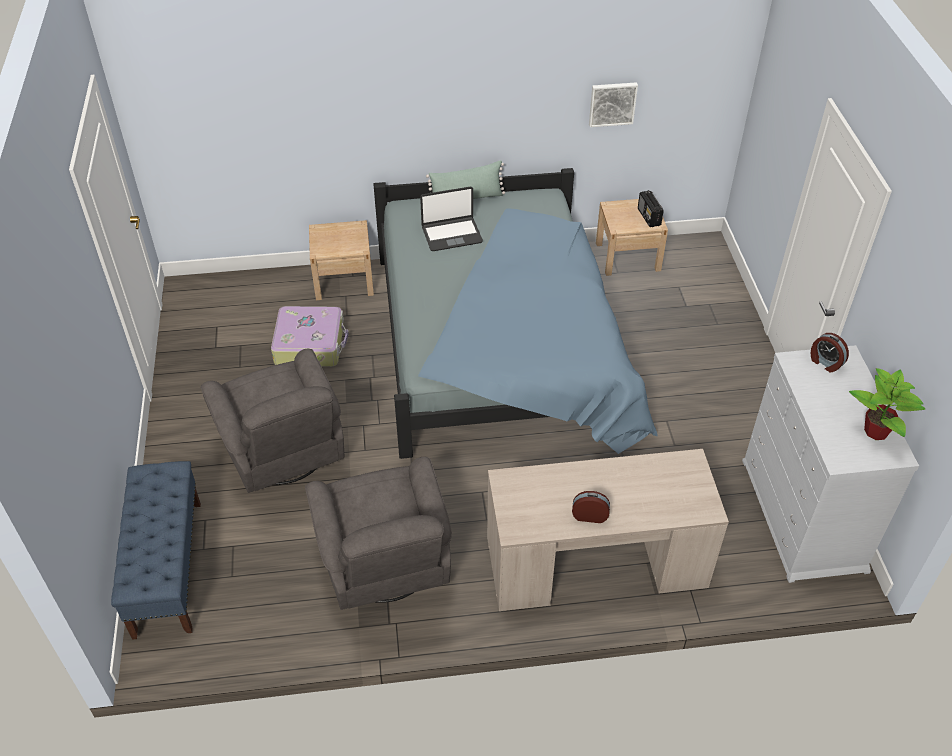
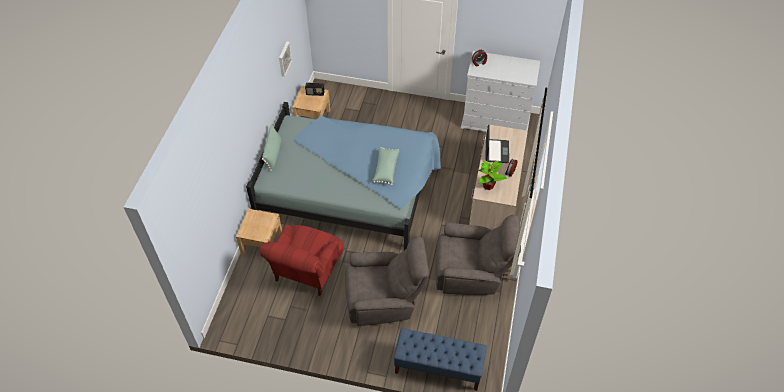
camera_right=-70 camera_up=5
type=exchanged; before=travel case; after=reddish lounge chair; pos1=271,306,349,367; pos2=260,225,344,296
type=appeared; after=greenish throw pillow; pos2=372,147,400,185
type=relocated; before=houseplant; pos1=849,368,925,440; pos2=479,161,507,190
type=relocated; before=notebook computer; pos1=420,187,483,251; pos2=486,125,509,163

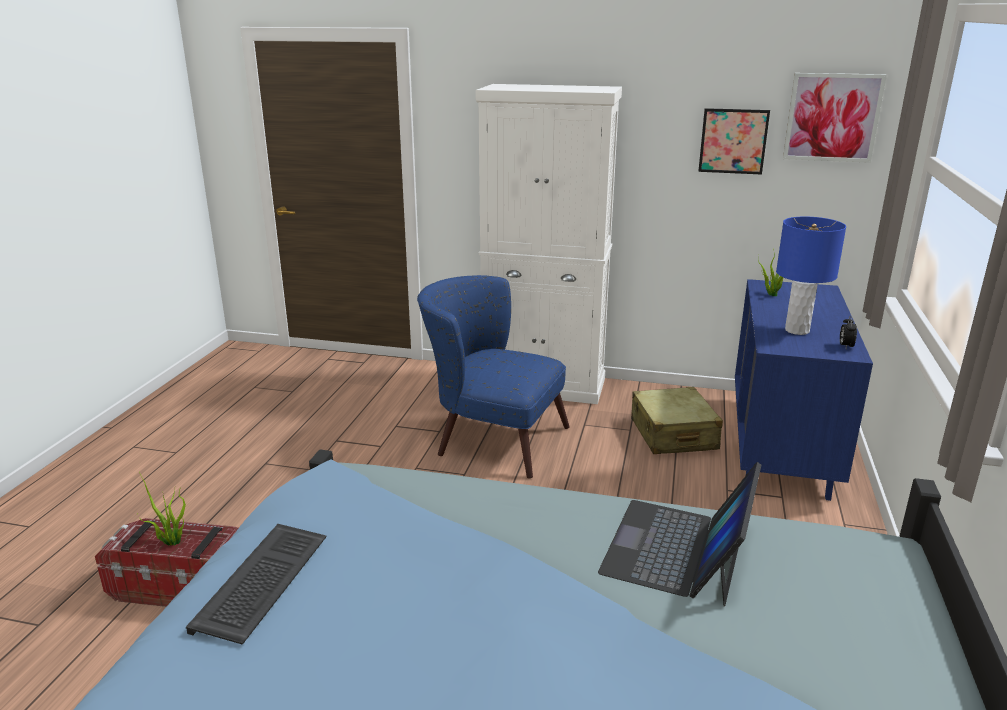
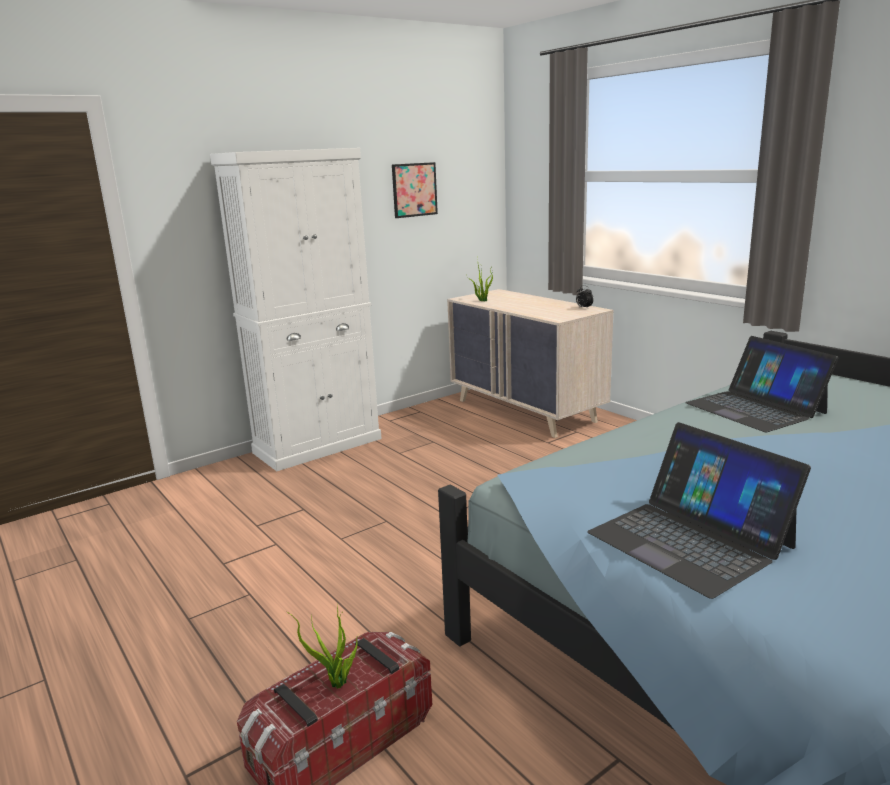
camera_right=-50 camera_up=-5
type=colour; before=blue-coloured dresser; after=beige-coloured dresser; pos1=735,279,873,501; pos2=447,289,614,438
type=exchanged; before=keyboard; after=notebook computer; pos1=186,524,327,645; pos2=587,422,811,599
type=missing; before=blue-coloured lounge chair; pos1=417,275,570,479
type=missing; before=beige-coloured travel case; pos1=631,387,723,454
type=missing; before=blue-coloured table lamp; pos1=776,217,846,335
type=missing; before=wall picture; pos1=783,73,887,163

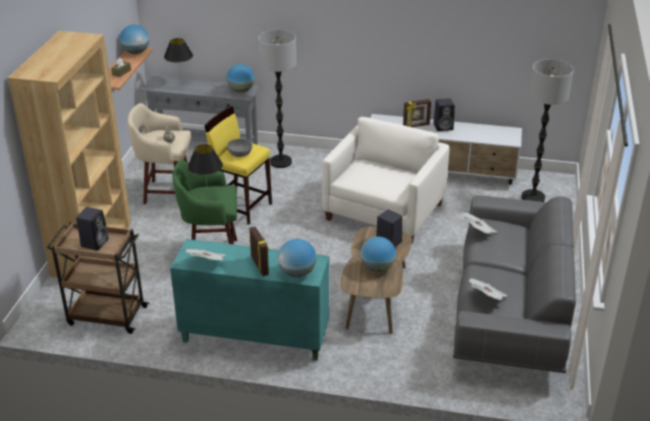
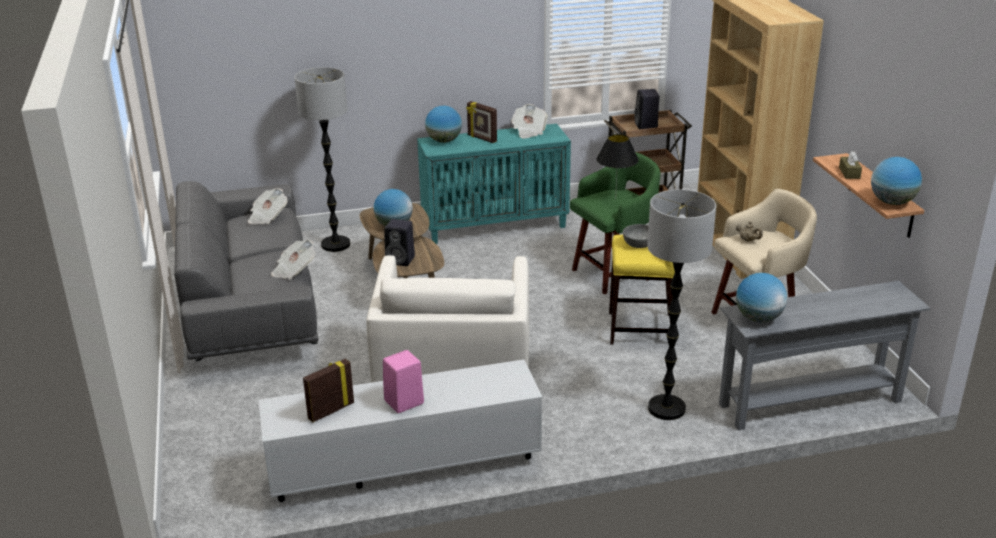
camera_right=155 camera_up=-5
type=relocated; before=standard lamp; pos1=521,59,574,202; pos2=294,67,350,252
type=relocated; before=photo frame; pos1=403,99,431,127; pos2=303,359,354,422
type=colour; before=black-coloured loudspeaker; after=pink-coloured loudspeaker; pos1=434,98,455,131; pos2=383,350,424,413
type=missing; before=black-coloured table lamp; pos1=164,38,193,78

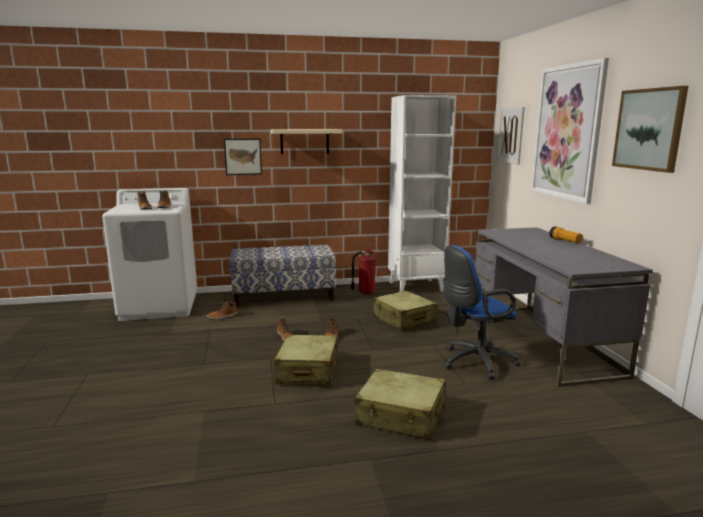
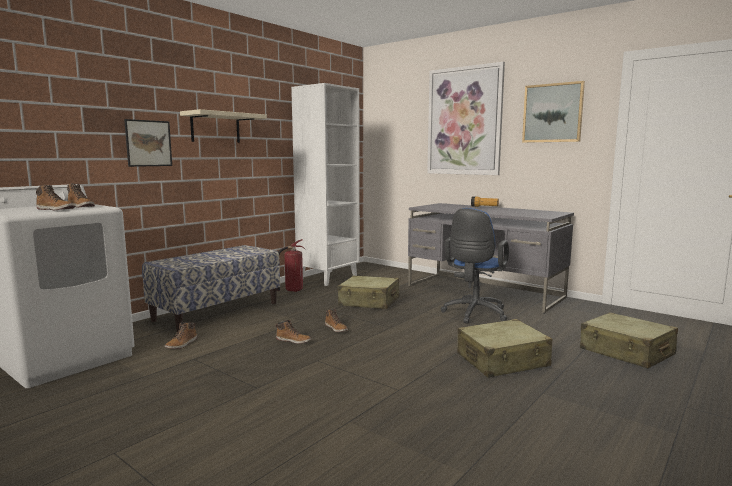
camera_right=-40 camera_up=-5
type=relocated; before=beige-coloured travel case; pos1=274,335,338,386; pos2=580,312,678,368
type=missing; before=wall picture; pos1=497,107,525,164

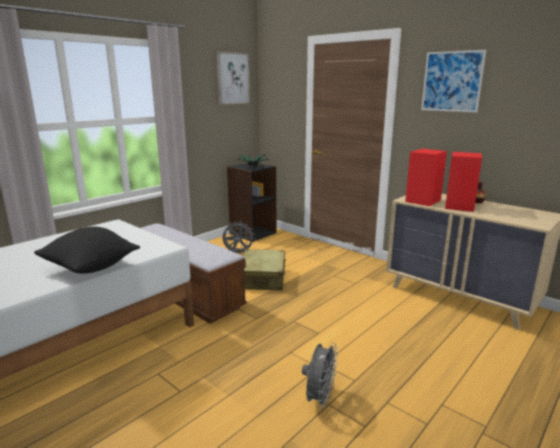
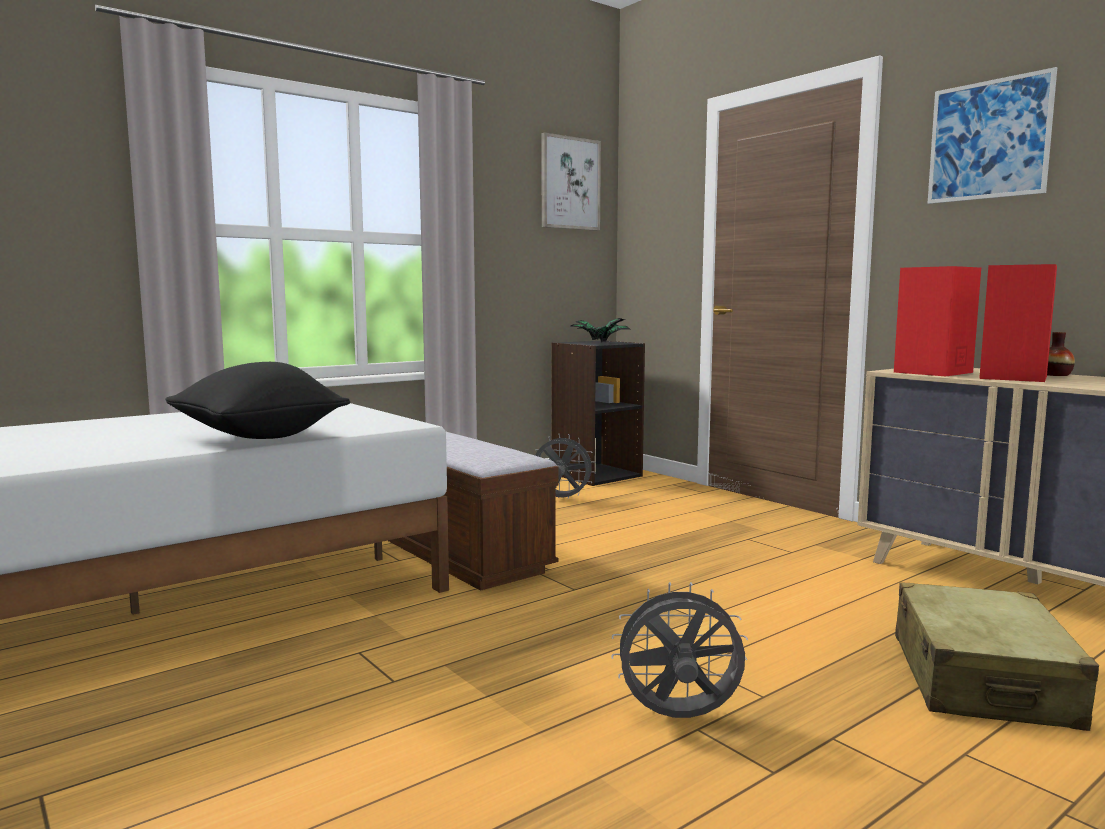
camera_right=10 camera_up=-10
type=spun; before=gray cooling fan; pos1=302,342,338,409; pos2=611,582,748,718; turn=-120
type=relocated; before=beige-coloured travel case; pos1=243,249,286,291; pos2=895,582,1099,731

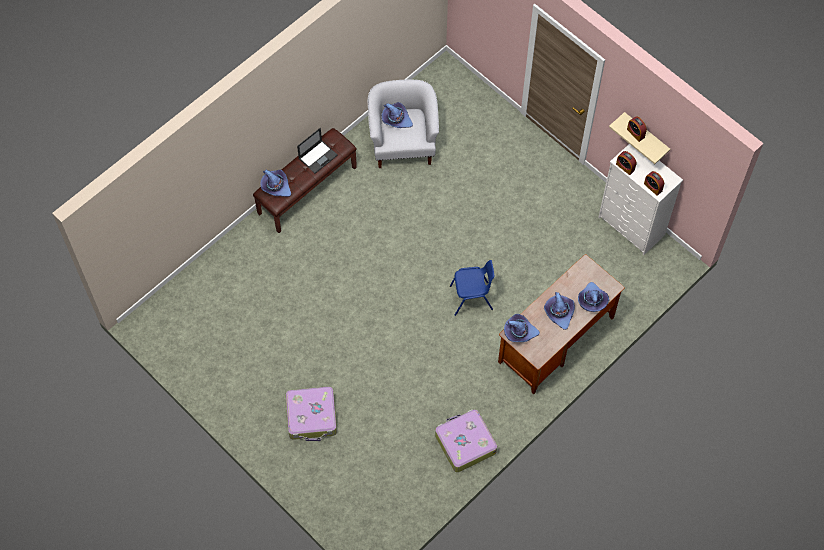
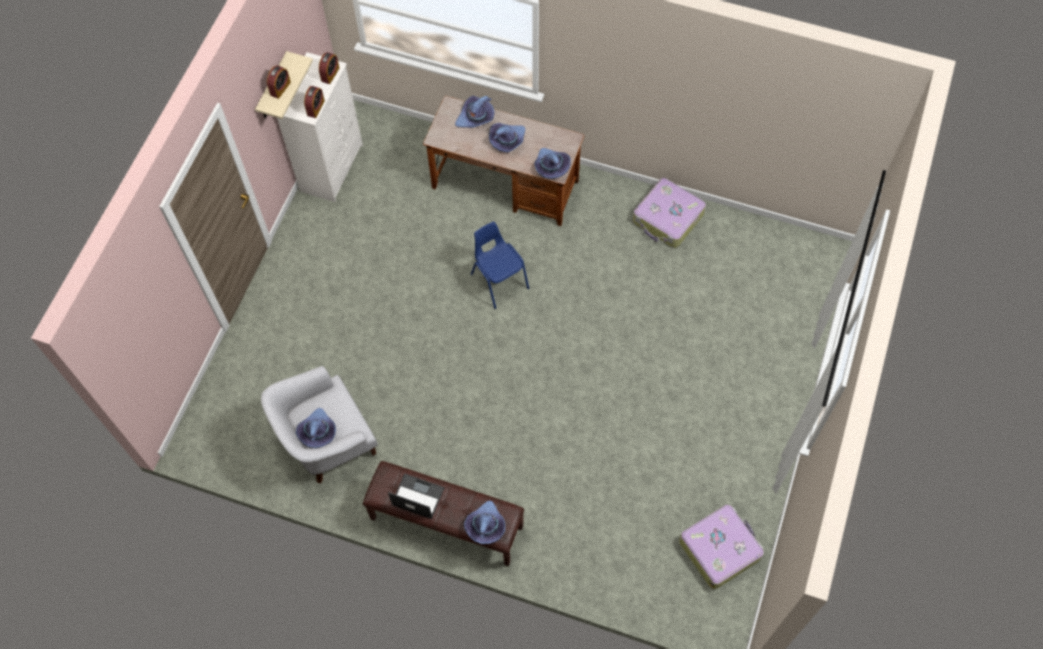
camera_right=-115 camera_up=0
type=relocated; before=travel case; pos1=286,387,337,441; pos2=679,505,764,589

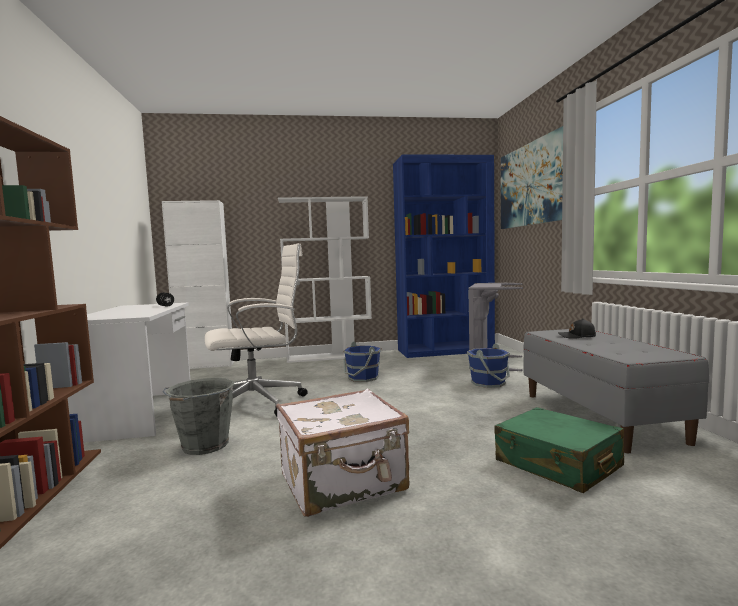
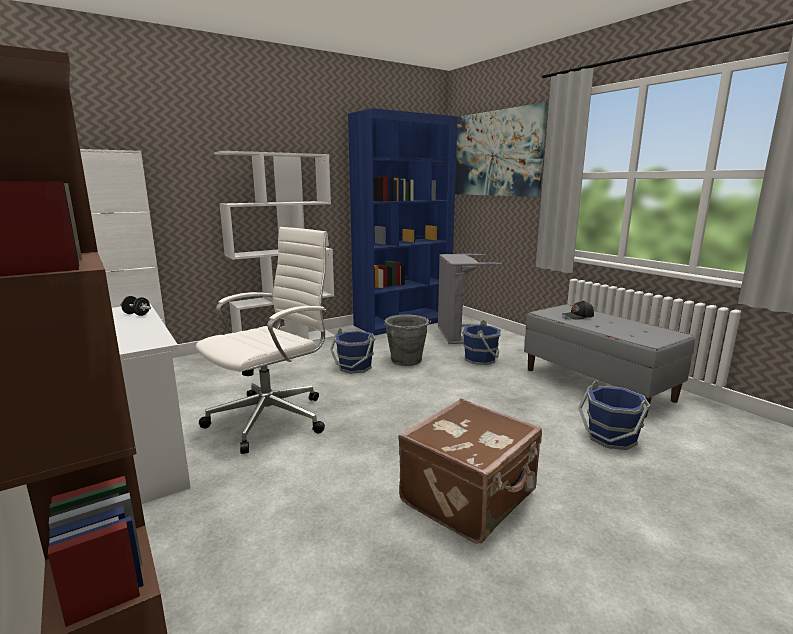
camera_right=-25 camera_up=10
type=relocated; before=gray water bucket; pos1=163,378,234,455; pos2=384,314,431,366
type=colour; before=whitish travel case; after=brown-coloured travel case; pos1=276,389,410,517; pos2=398,398,542,543
type=exchanged; before=greenish travel case; after=blue-coloured water bucket; pos1=494,407,624,493; pos2=578,381,650,450

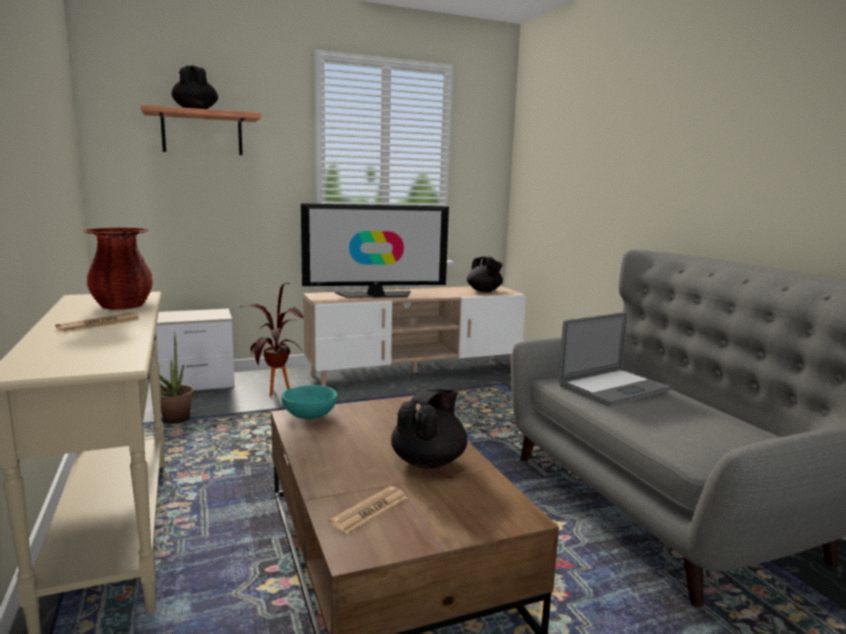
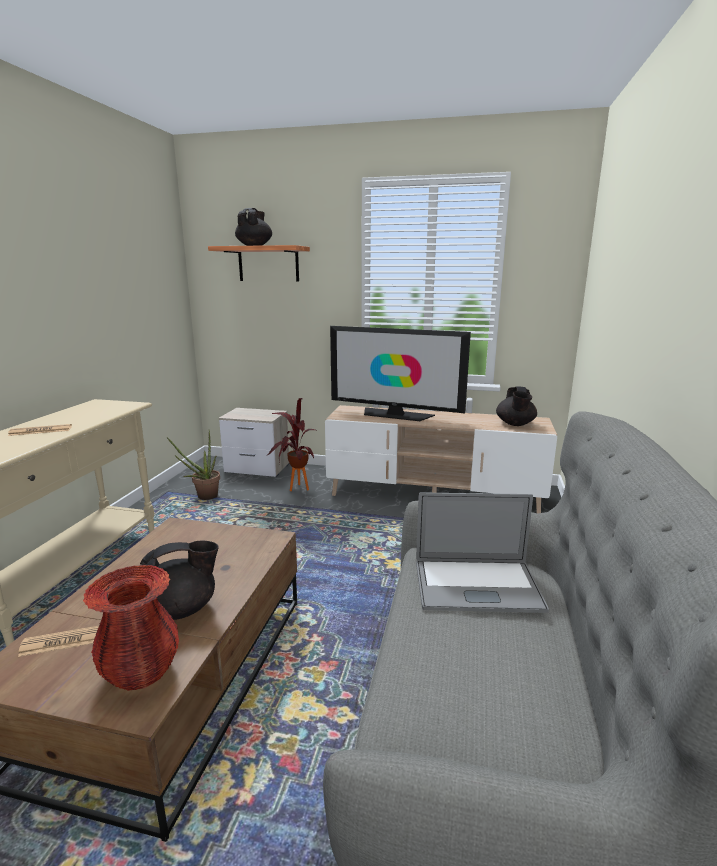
camera_right=35 camera_up=5
type=relocated; before=reddish vase; pos1=84,228,153,310; pos2=83,565,179,691
type=missing; before=blue-green bowl; pos1=282,385,338,419

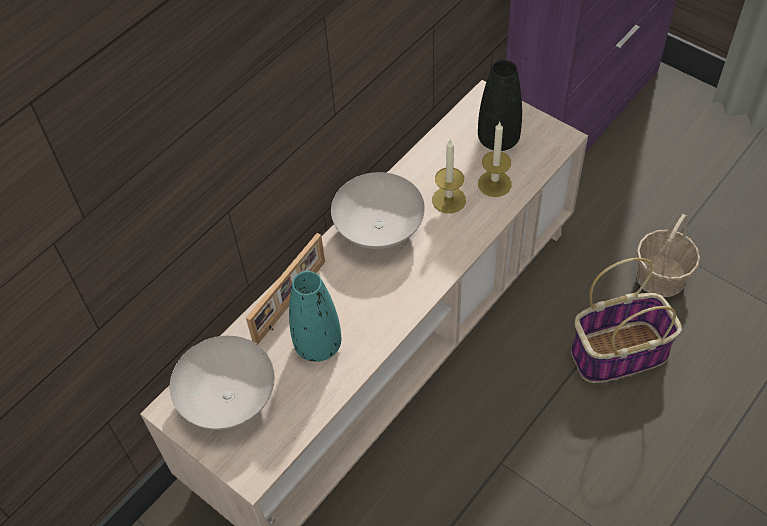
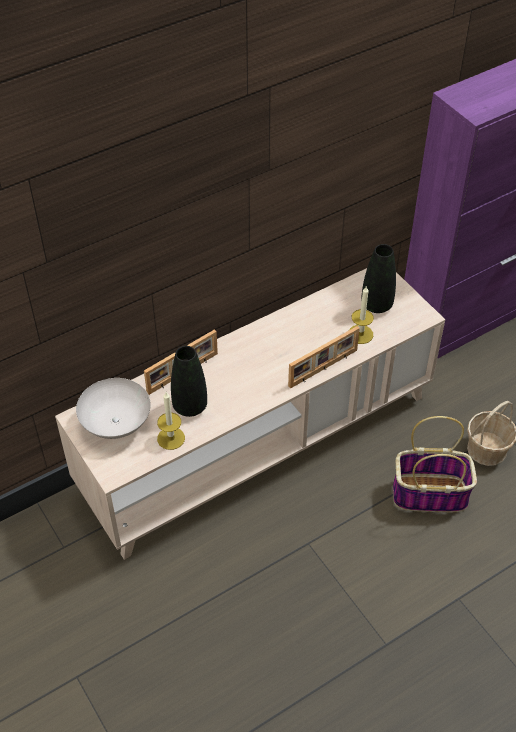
camera_right=15 camera_up=-5
type=relocated; before=candle; pos1=432,138,466,213; pos2=157,392,185,450
type=colour; before=blue-green vase; after=black-coloured vase; pos1=289,271,341,362; pos2=171,346,207,417
type=appeared; after=photo frame; pos2=288,326,360,389
type=missing; before=whitish bowl; pos1=331,172,425,249

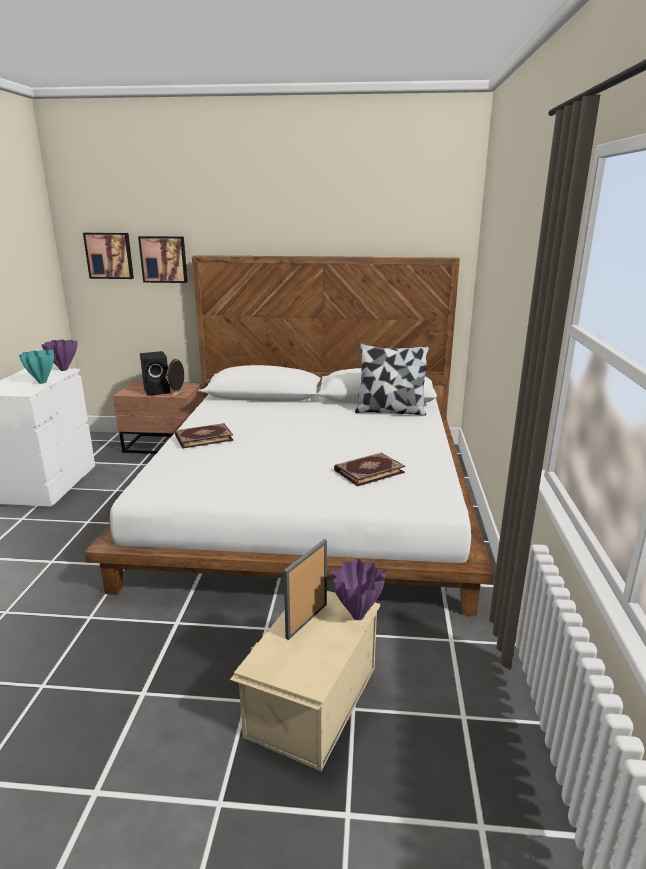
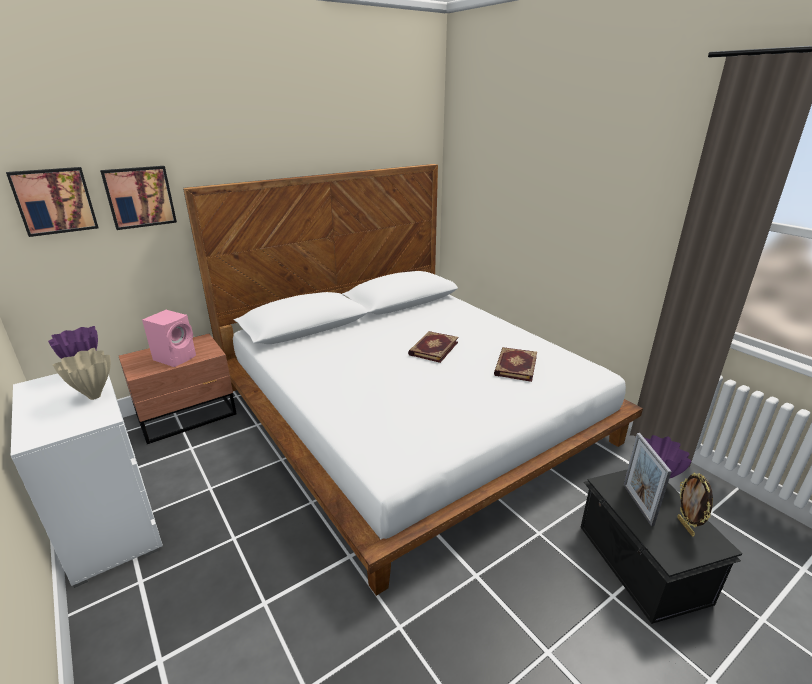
camera_right=-40 camera_up=5
type=colour; before=blue-green vase; after=beige-coloured vase; pos1=19,350,54,384; pos2=53,348,111,400
type=colour; before=black-coloured loudspeaker; after=pink-coloured loudspeaker; pos1=140,351,170,396; pos2=142,310,196,367
type=relocated; before=volume; pos1=175,423,234,449; pos2=408,331,459,363
type=colour; before=beige-coloured storage box; after=black-coloured storage box; pos1=230,591,380,771; pos2=581,470,742,624
type=relocated; before=photo frame; pos1=166,358,184,396; pos2=678,472,713,536
type=missing; before=throw pillow; pos1=355,343,429,416

